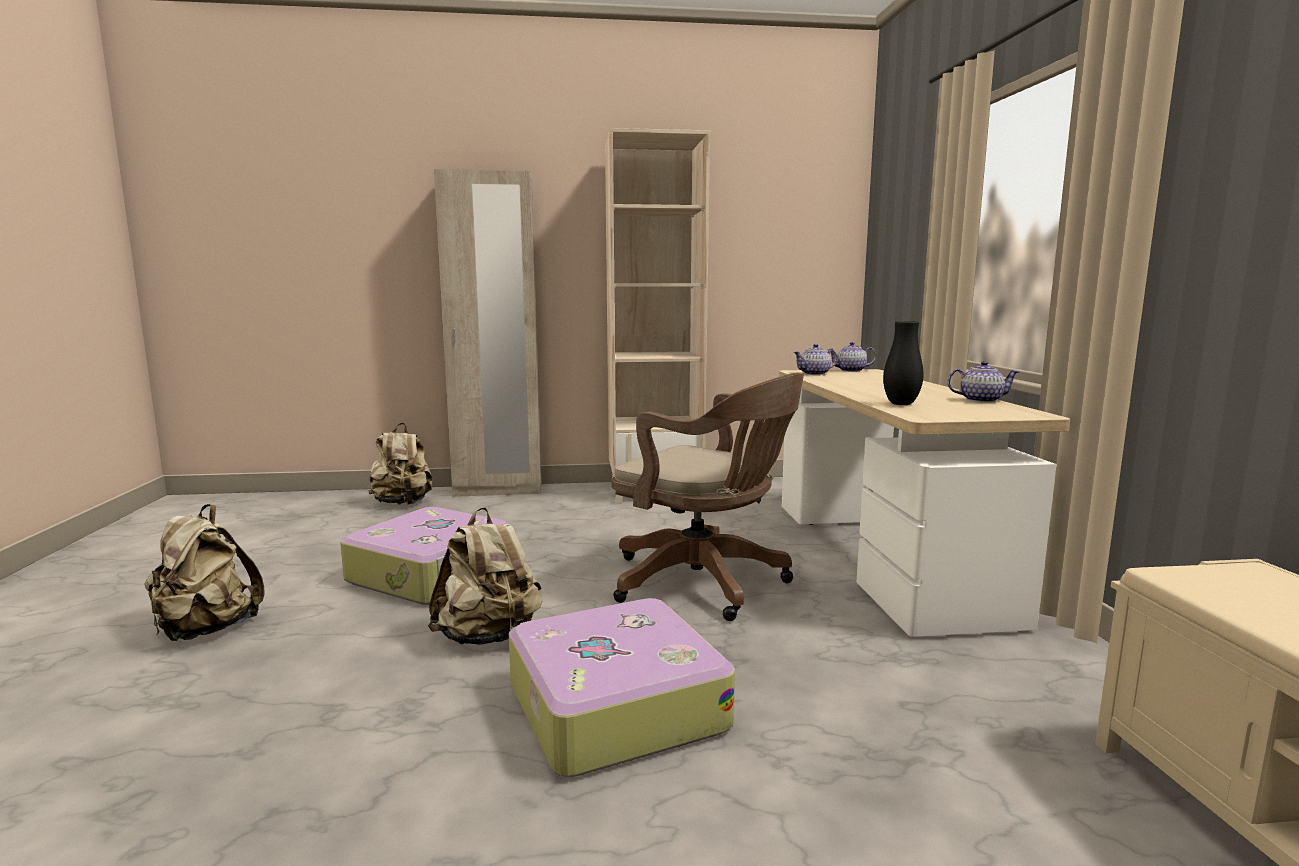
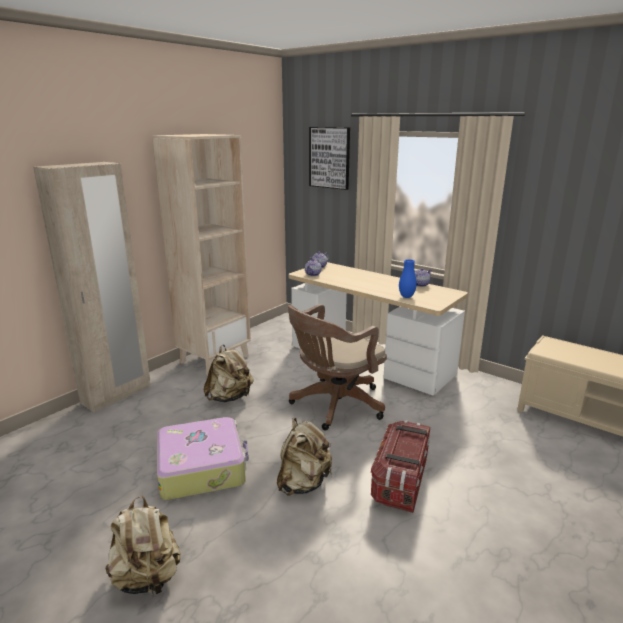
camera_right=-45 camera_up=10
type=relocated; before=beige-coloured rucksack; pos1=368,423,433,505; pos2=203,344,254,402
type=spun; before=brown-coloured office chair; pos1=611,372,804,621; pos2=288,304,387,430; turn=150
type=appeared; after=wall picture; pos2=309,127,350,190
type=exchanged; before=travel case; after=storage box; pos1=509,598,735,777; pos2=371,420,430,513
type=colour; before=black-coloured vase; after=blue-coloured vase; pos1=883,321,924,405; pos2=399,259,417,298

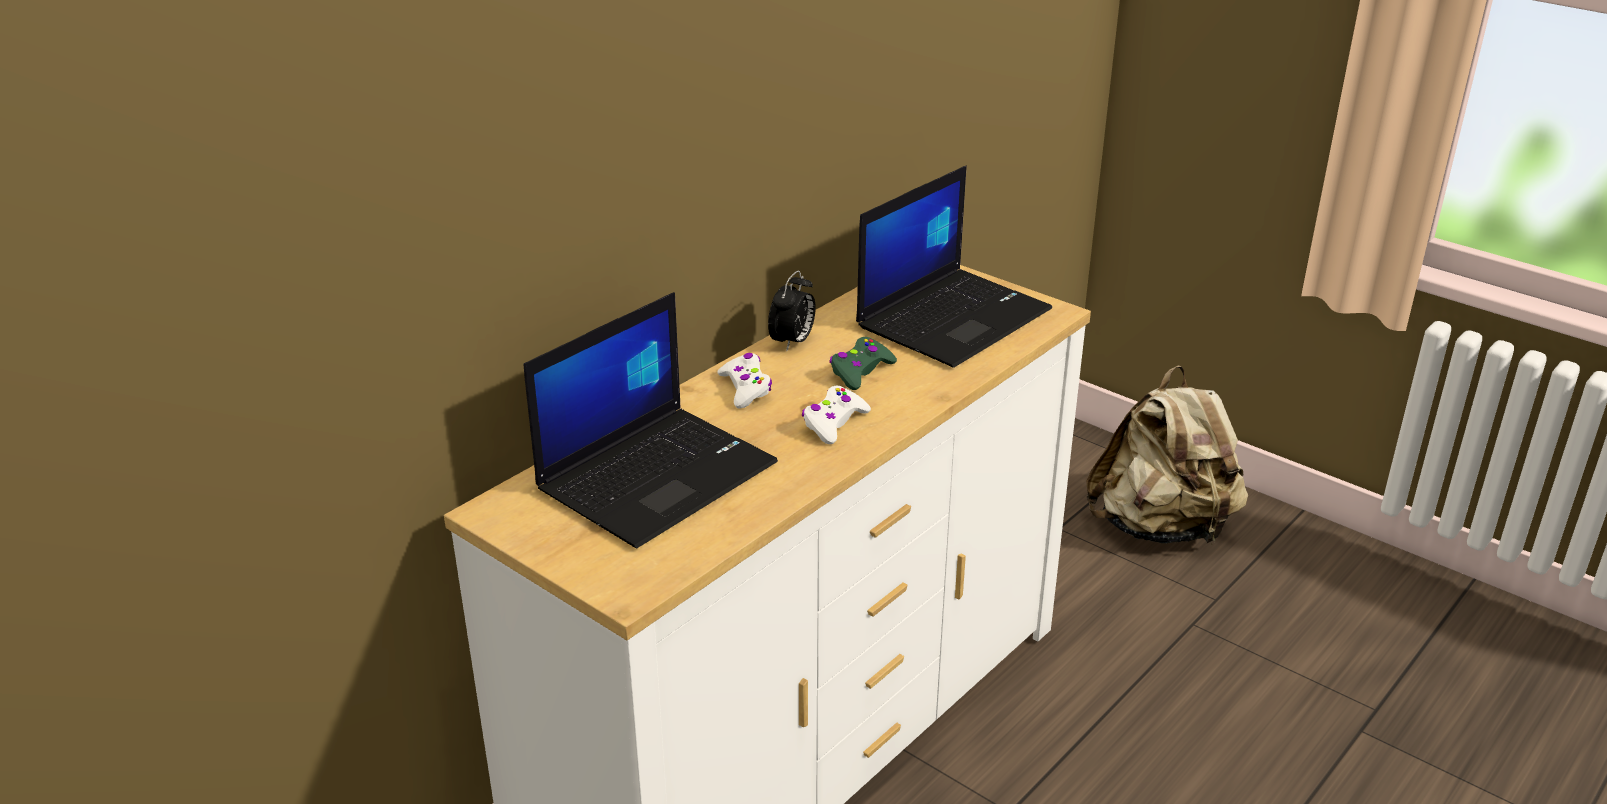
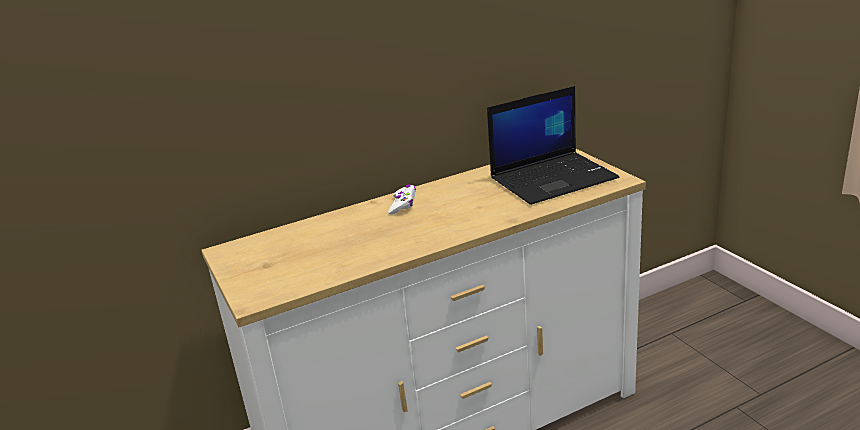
camera_right=25 camera_up=-5
type=missing; before=notebook computer; pos1=524,292,778,548
type=missing; before=bedside clock; pos1=768,270,816,352
type=missing; before=whitish game controller; pos1=802,386,871,444
type=missing; before=greenish game controller; pos1=829,337,897,390
type=missing; before=beige-coloured rucksack; pos1=1086,365,1248,544

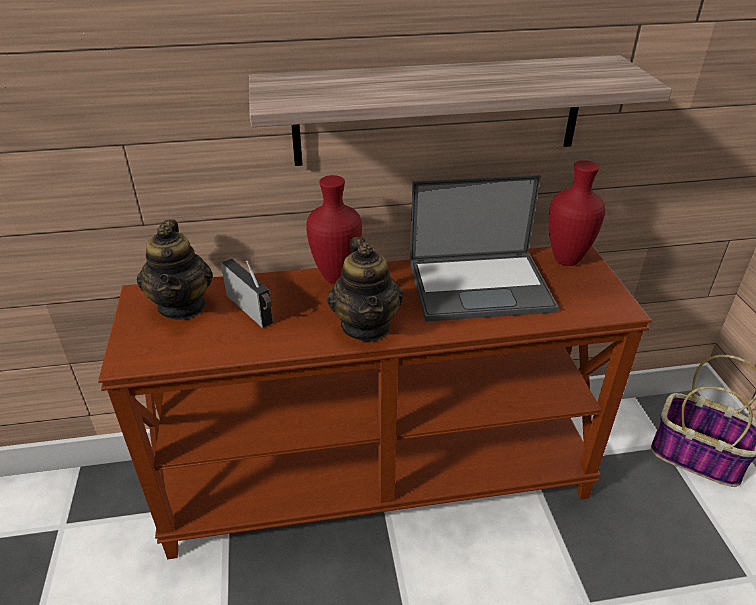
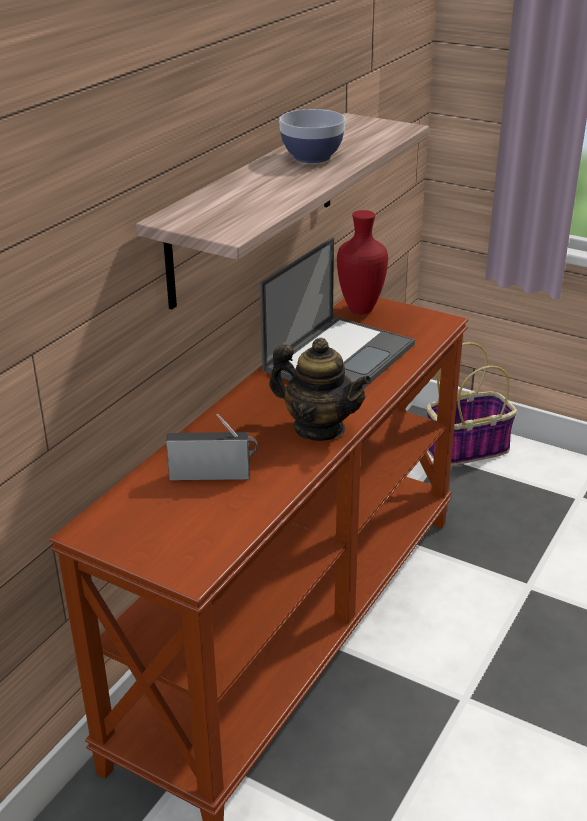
camera_right=-50 camera_up=-5
type=appeared; after=bowl; pos2=279,109,345,163
type=missing; before=pot for tea; pos1=137,220,213,320
type=missing; before=reddish vase; pos1=306,175,362,284

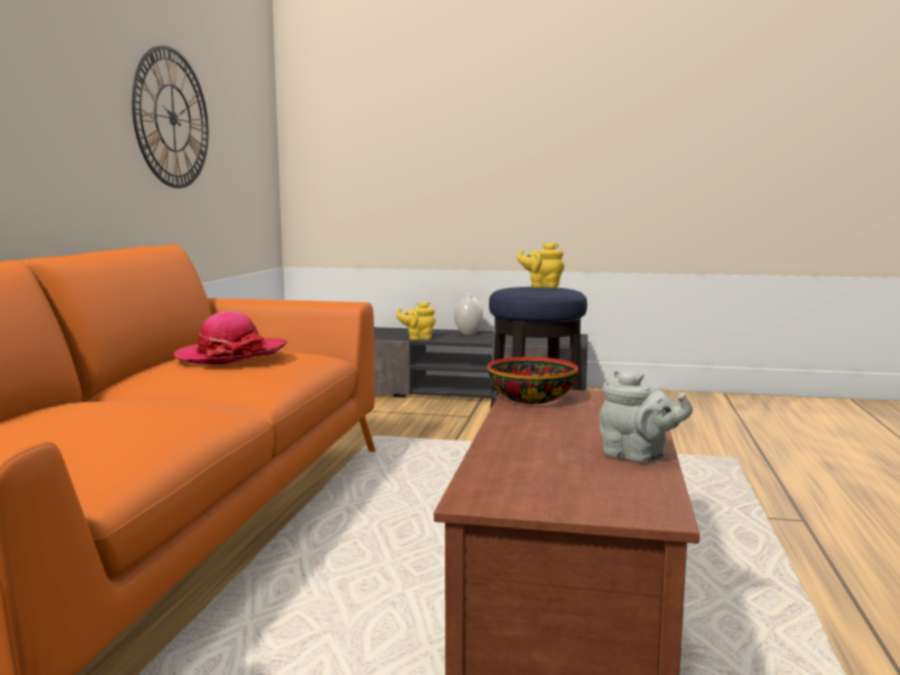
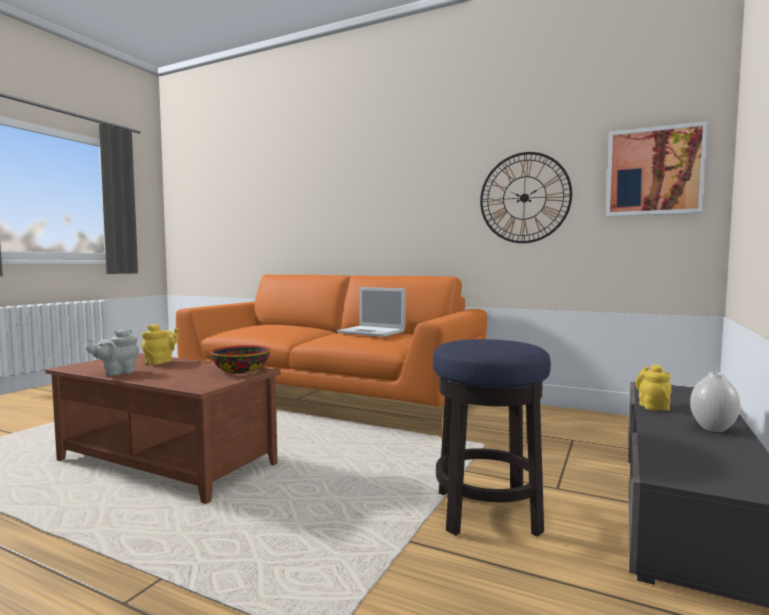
camera_right=105 camera_up=-5
type=relocated; before=yellow-coloured pot for tea; pos1=517,242,564,288; pos2=142,324,179,365
type=exchanged; before=hat; after=notebook computer; pos1=173,311,288,364; pos2=337,287,405,337
type=appeared; after=wall picture; pos2=606,121,708,217

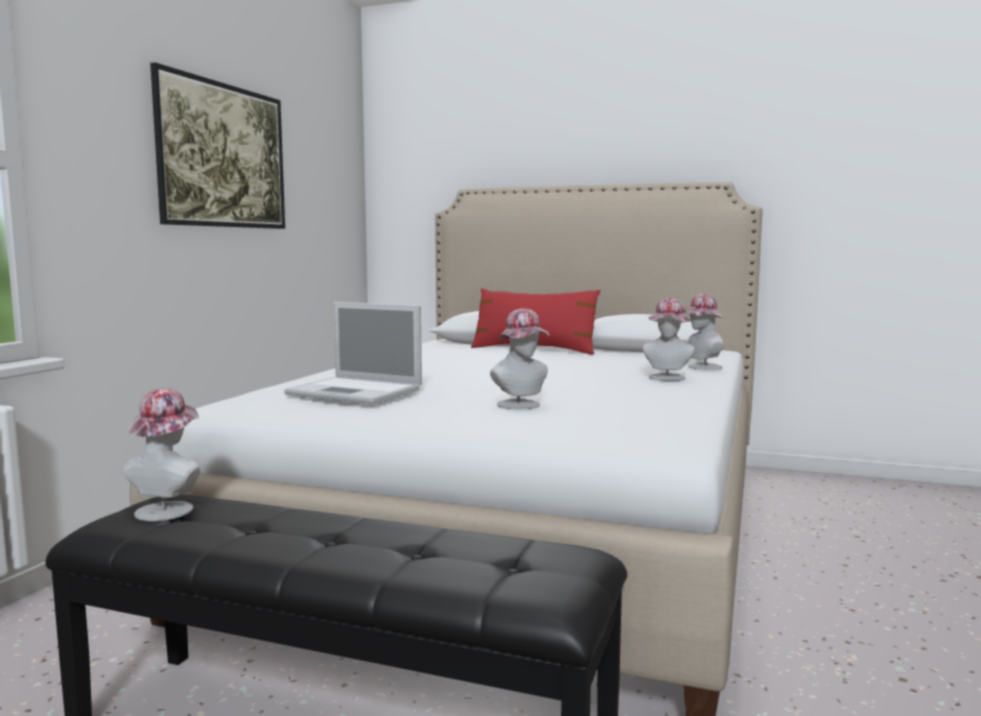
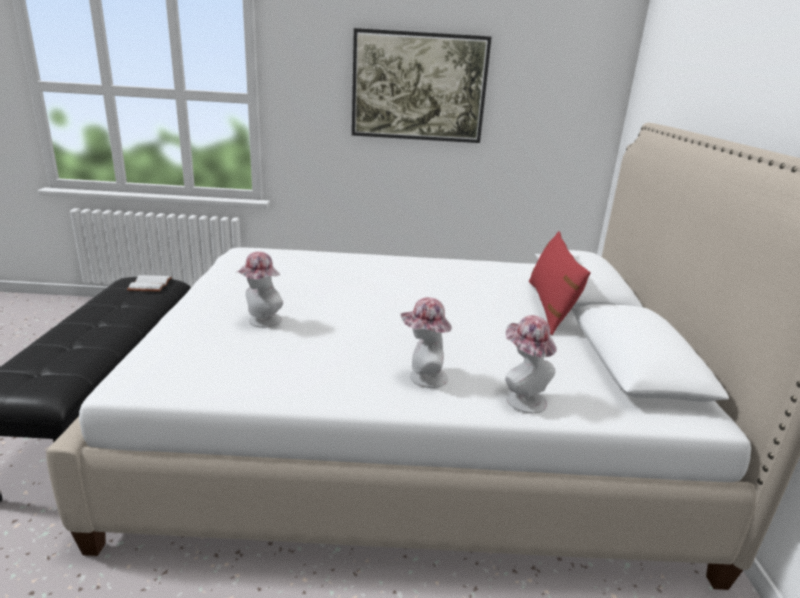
camera_right=70 camera_up=15
type=exchanged; before=hat; after=whitish volume; pos1=124,388,200,521; pos2=127,275,172,292
type=missing; before=notebook computer; pos1=284,302,422,404

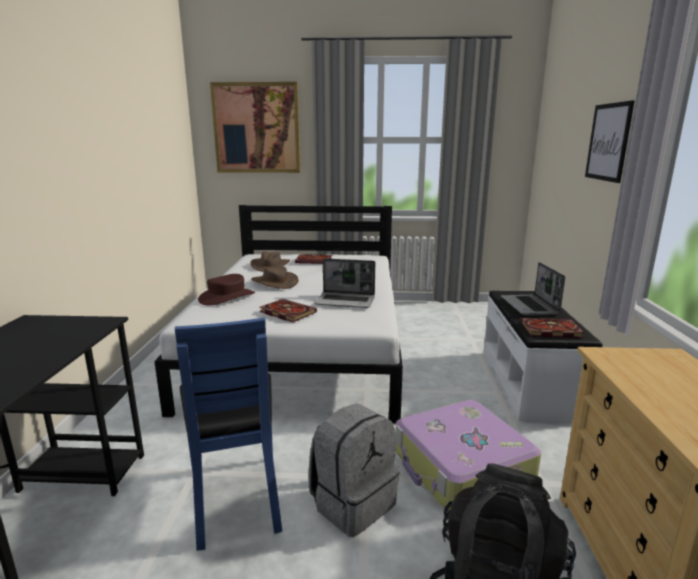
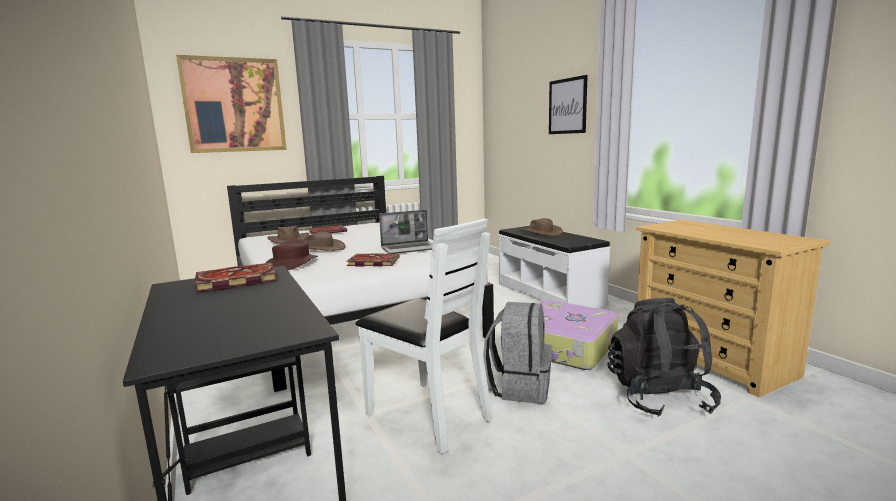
camera_right=-30 camera_up=-5
type=relocated; before=volume; pos1=520,318,584,338; pos2=194,262,278,292
type=colour; before=blue-coloured plain chair; after=whitish plain chair; pos1=175,317,282,551; pos2=355,218,493,454
type=exchanged; before=notebook computer; after=brown-coloured hat; pos1=501,262,565,315; pos2=519,218,563,236

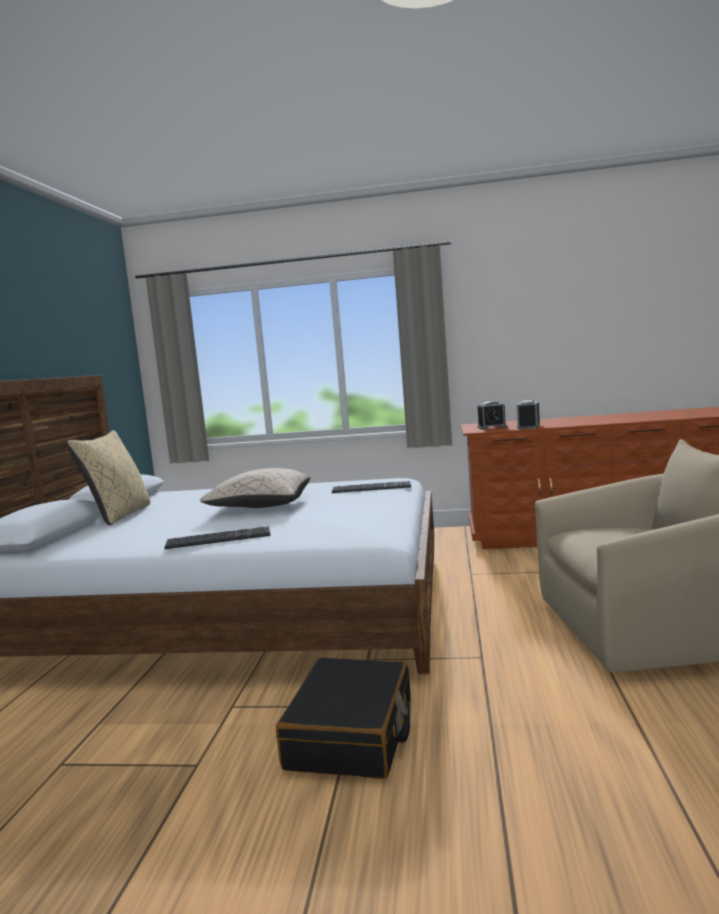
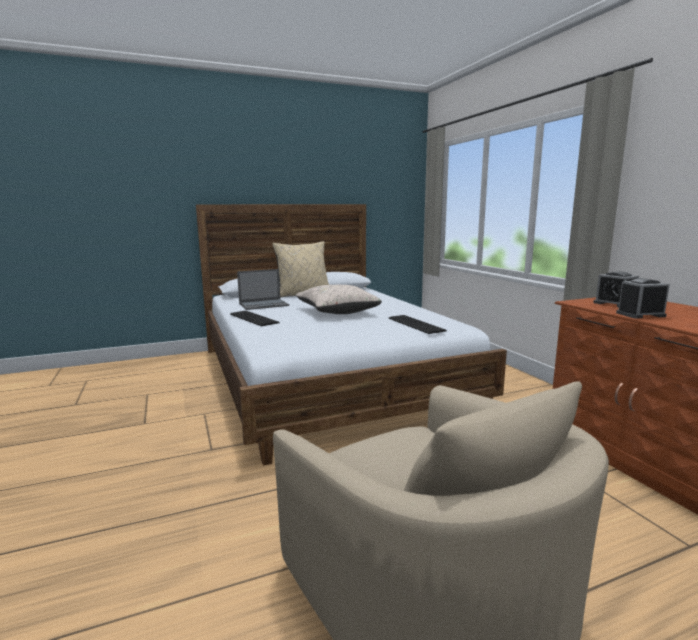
camera_right=60 camera_up=5
type=appeared; after=notebook computer; pos2=237,269,289,310
type=missing; before=black-coloured travel case; pos1=276,658,411,779

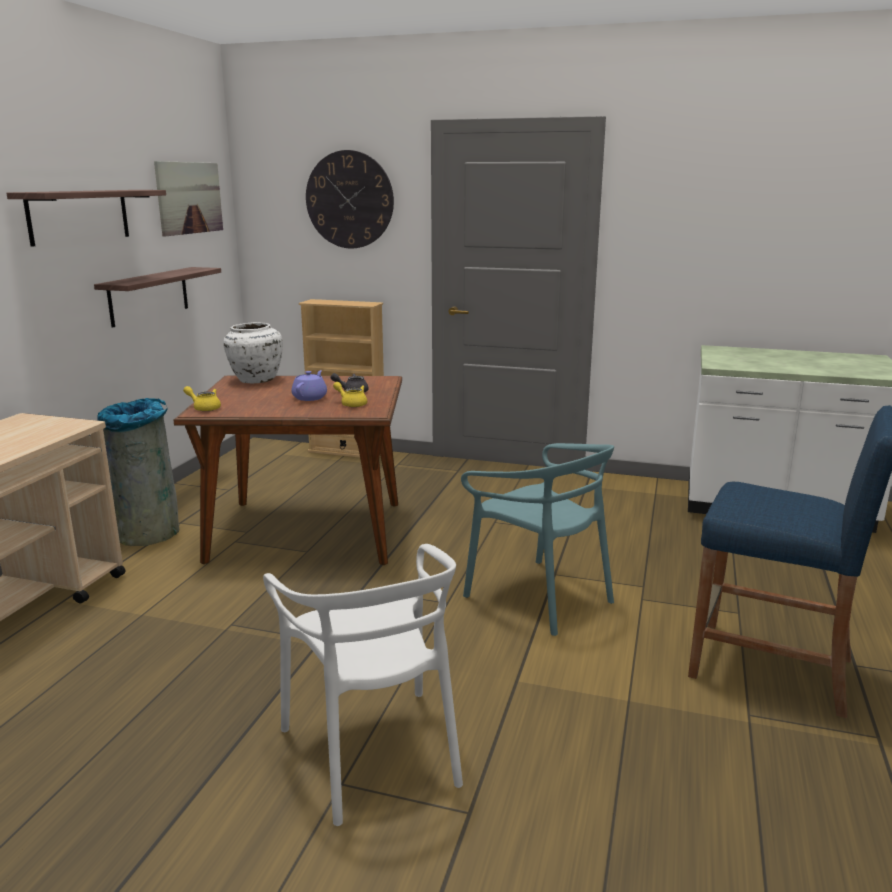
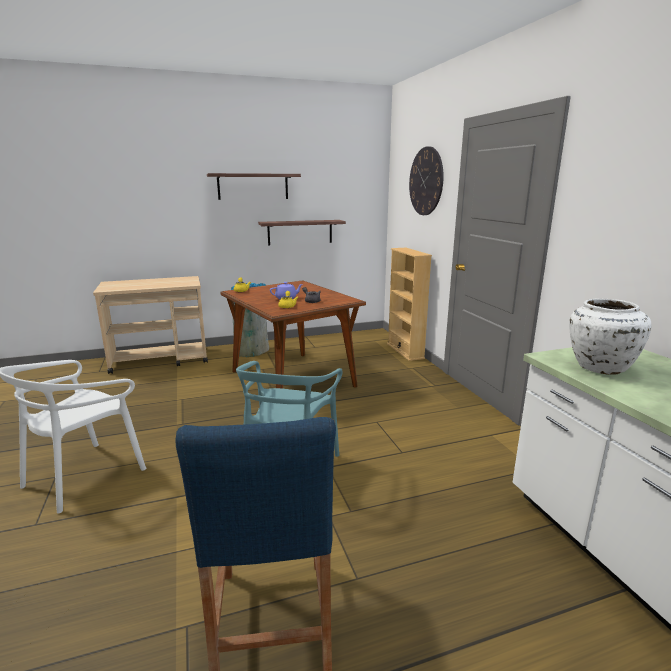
camera_right=55 camera_up=0
type=relocated; before=whitish vase; pos1=223,322,283,383; pos2=569,299,651,375
type=missing; before=wall picture; pos1=154,161,223,237

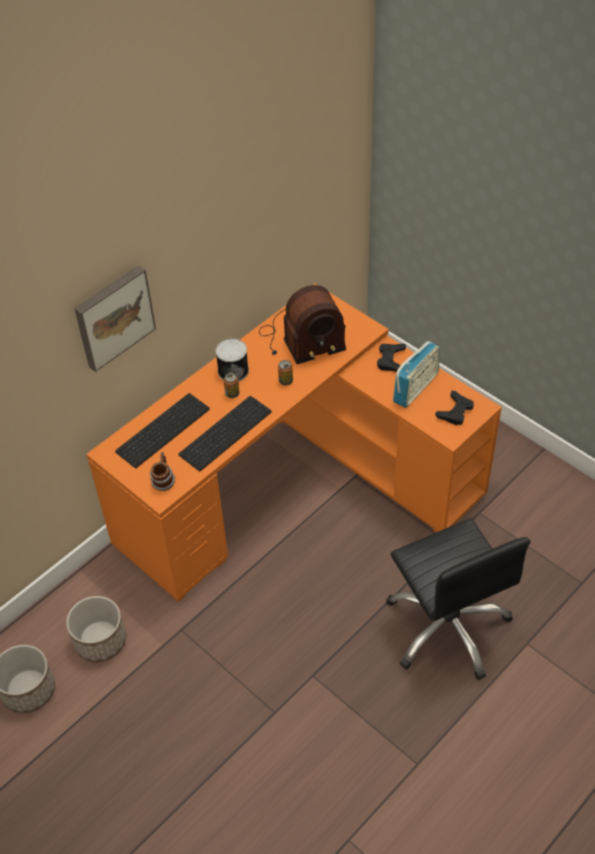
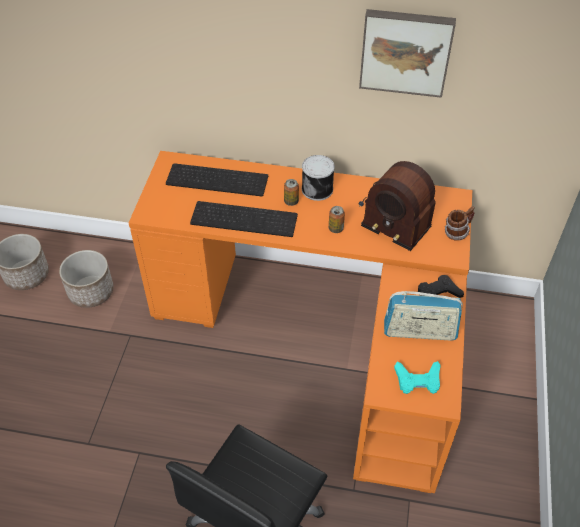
camera_right=55 camera_up=0
type=relocated; before=wall picture; pos1=74,266,156,372; pos2=359,9,456,98
type=colour; before=black-coloured game controller; after=blue-green game controller; pos1=435,390,474,425; pos2=394,361,441,394
type=relocated; before=mug; pos1=149,452,175,491; pos2=445,206,475,241

